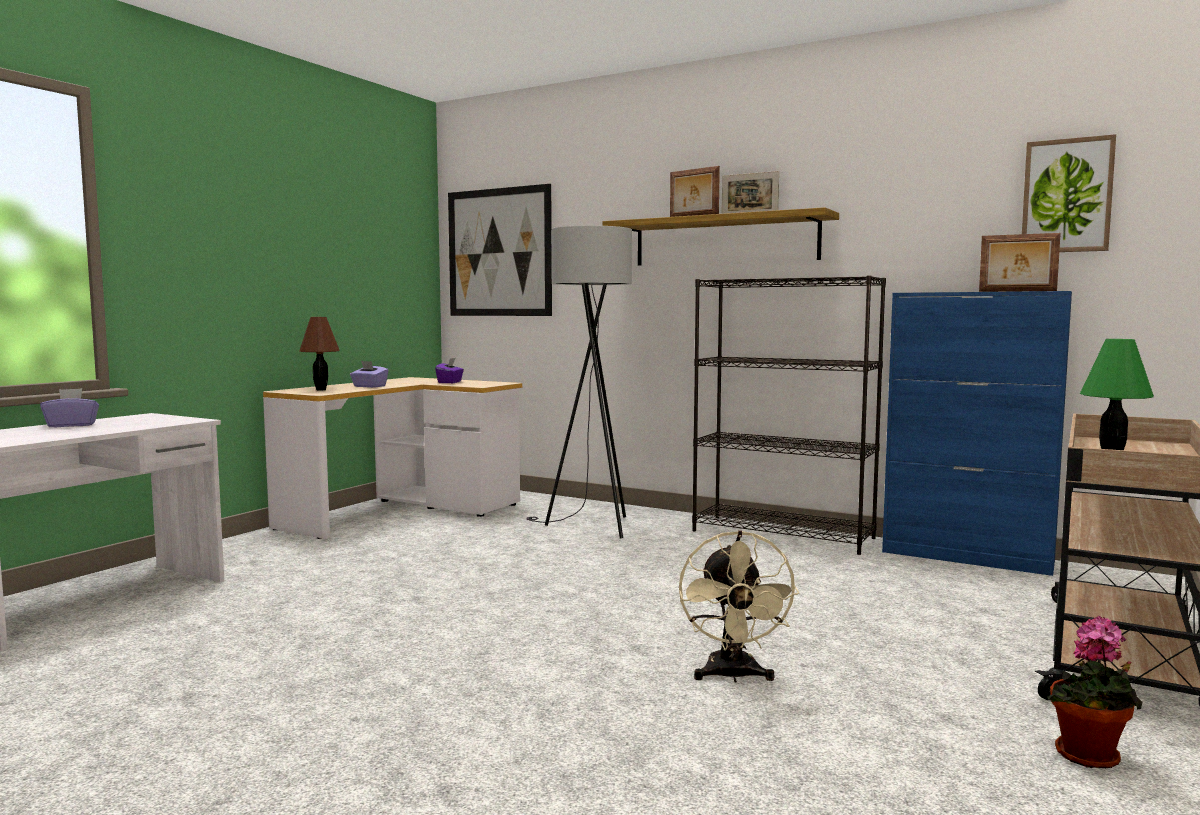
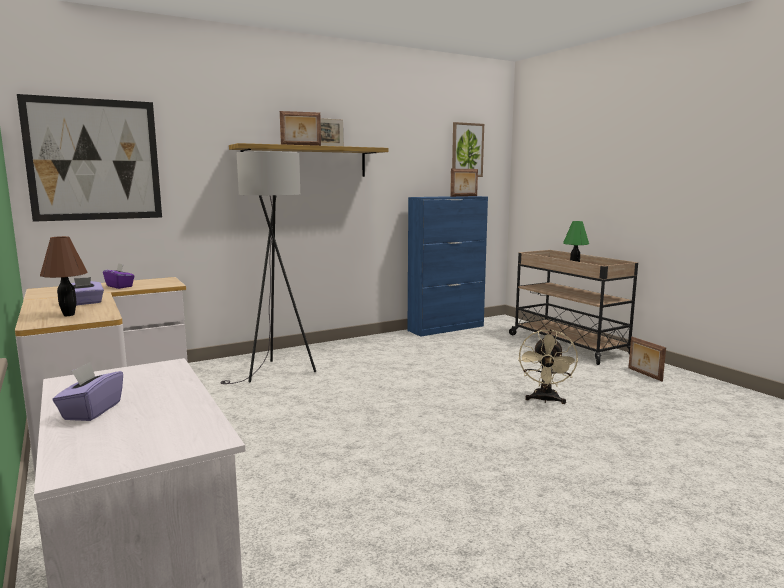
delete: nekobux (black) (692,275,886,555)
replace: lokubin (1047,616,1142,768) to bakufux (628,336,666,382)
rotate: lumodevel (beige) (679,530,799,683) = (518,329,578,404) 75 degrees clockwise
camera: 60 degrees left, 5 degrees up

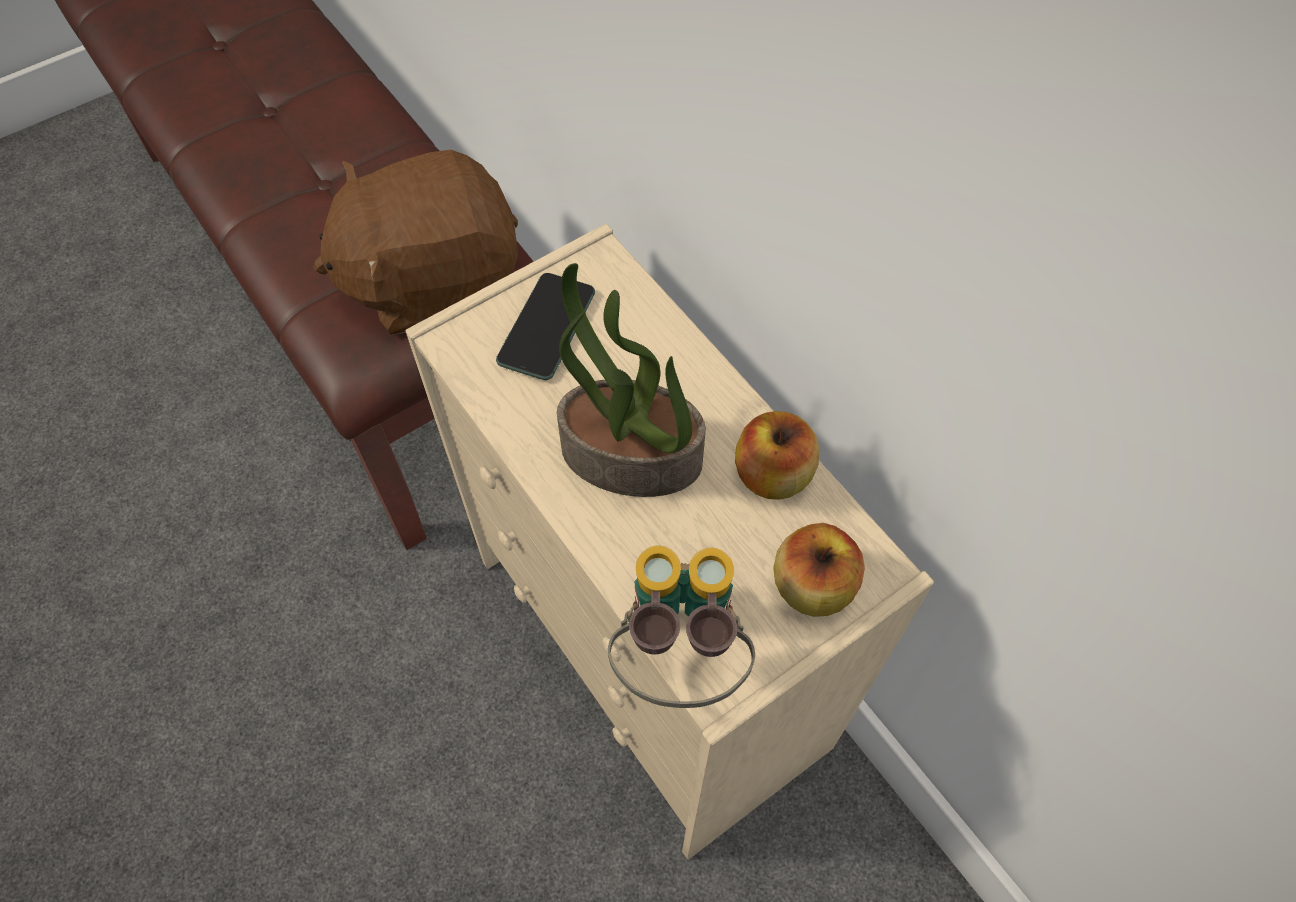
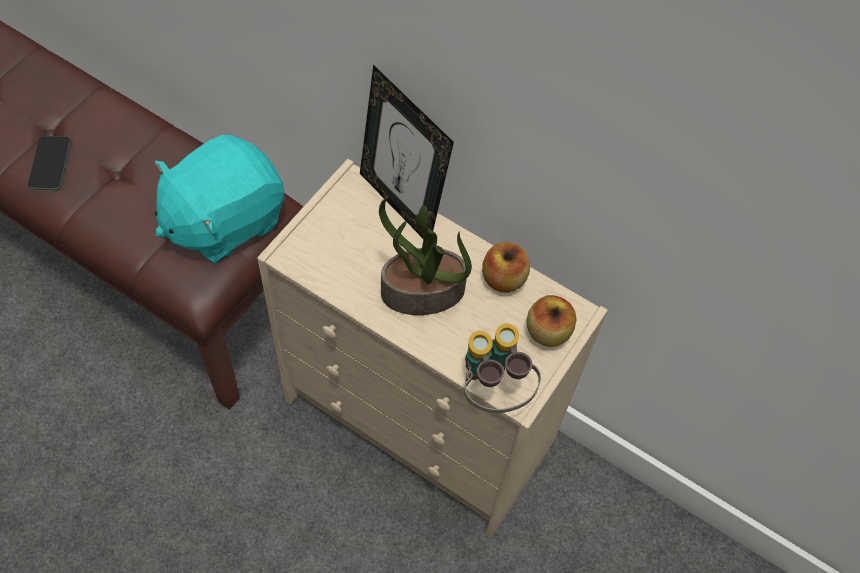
insert: bakufux (360,65,454,239)
move: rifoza (496,273,595,380) to (27,136,71,190)
recolor: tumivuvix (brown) (313,150,518,335) to tumivuvix (turquoise) (154,135,285,264)
camera: 25 degrees left, 0 degrees up

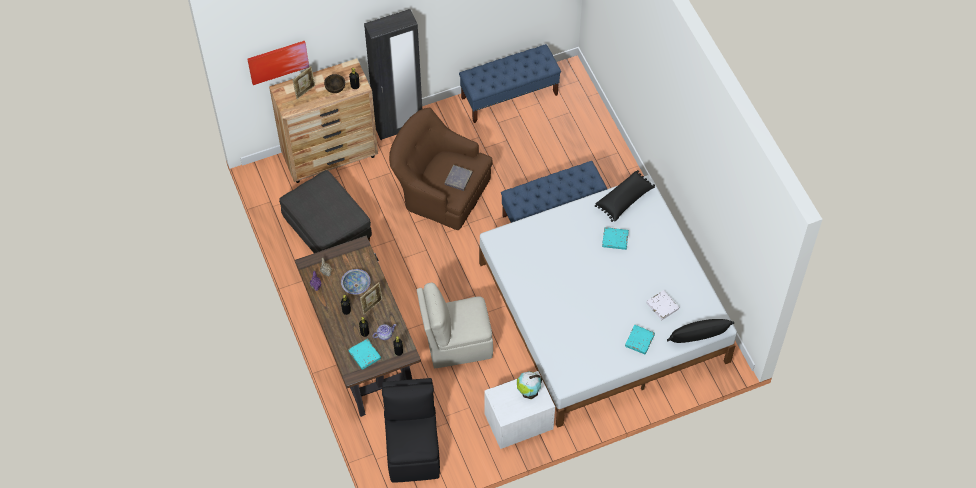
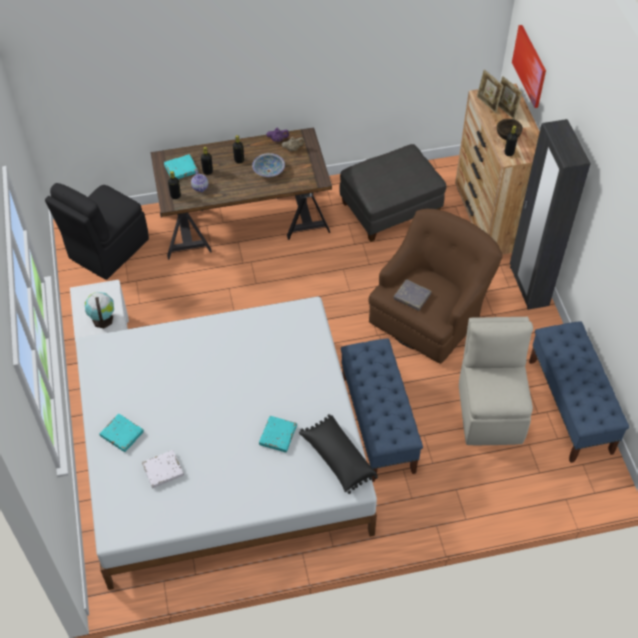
delete: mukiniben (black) (667,319,734,343)
move: bakufux (360,282,382,315) to (477,69,503,113); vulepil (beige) (417,282,493,368) to (459,317,533,445)
rotate: vulepil (black) (382,378,440,483) = (45,183,149,280) 120 degrees clockwise
camera: 100 degrees right, 5 degrees down

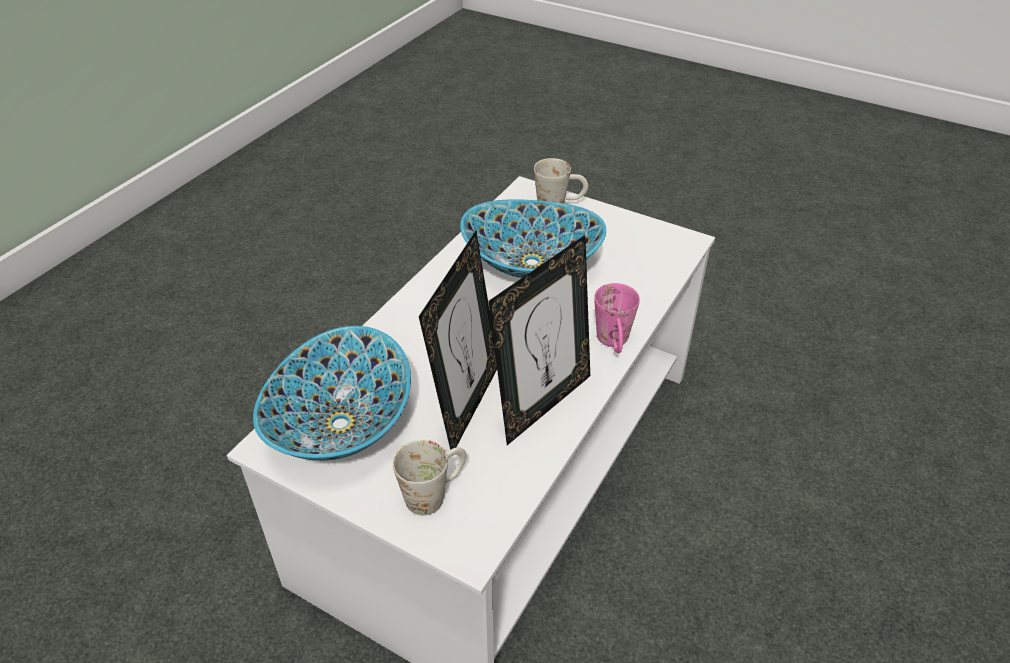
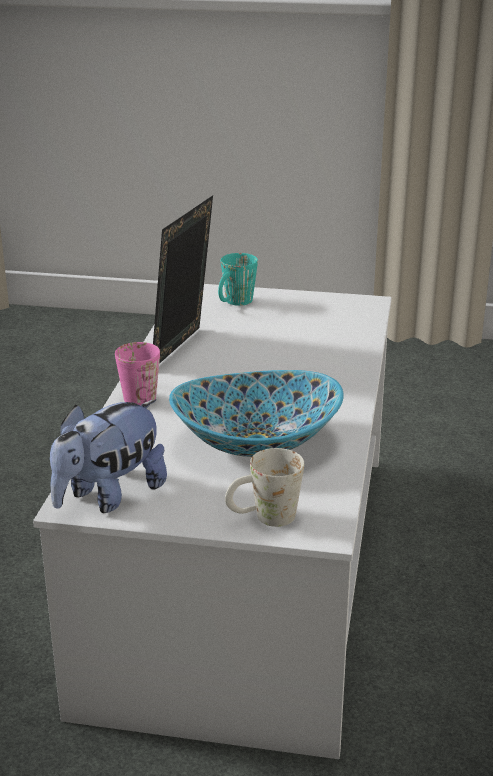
delete: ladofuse (253,326,411,461); bakufux (419,231,497,450)
insert: tumivuvix (50,399,167,513)
recolor: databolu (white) (393,440,467,515) to databolu (turquoise) (218,253,258,306)
camera: 160 degrees right, 15 degrees down

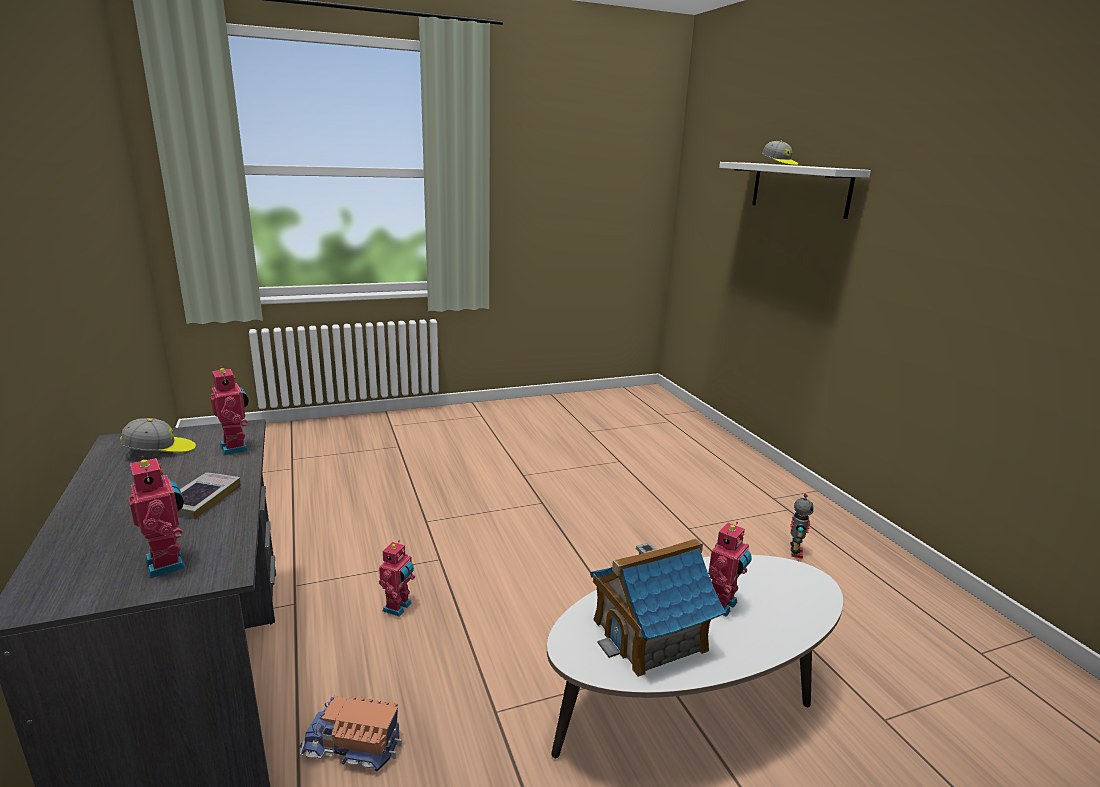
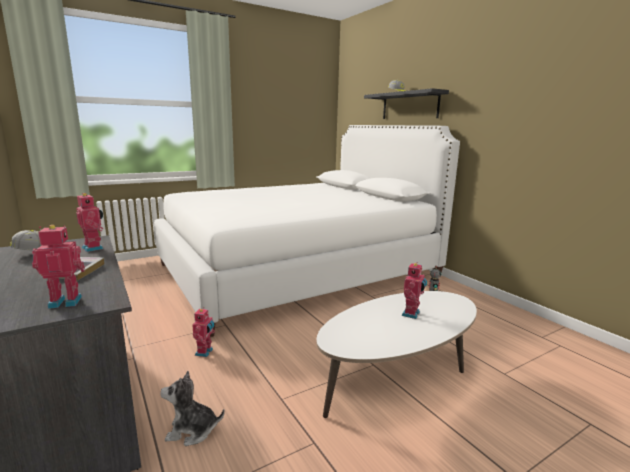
delete: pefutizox (590,538,726,677)
insert: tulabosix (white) (154,125,460,337)
replace: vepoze (300,696,402,772) to tumivuvix (160,371,225,446)
recolor: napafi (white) (719,162,871,219) to napafi (black) (364,88,449,119)
rotate: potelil (129,456,186,579) = (32,225,85,309) 60 degrees counterclockwise
camera: 10 degrees left, 5 degrees down

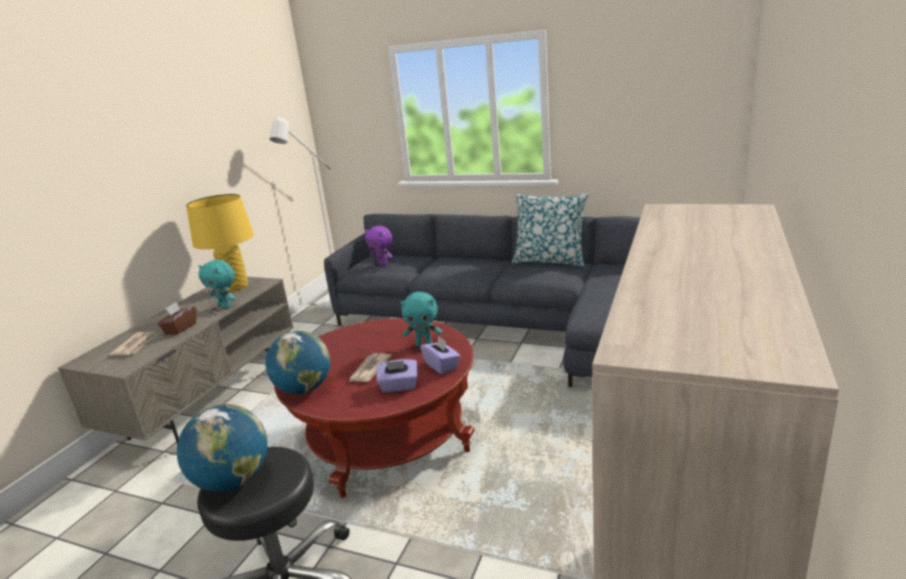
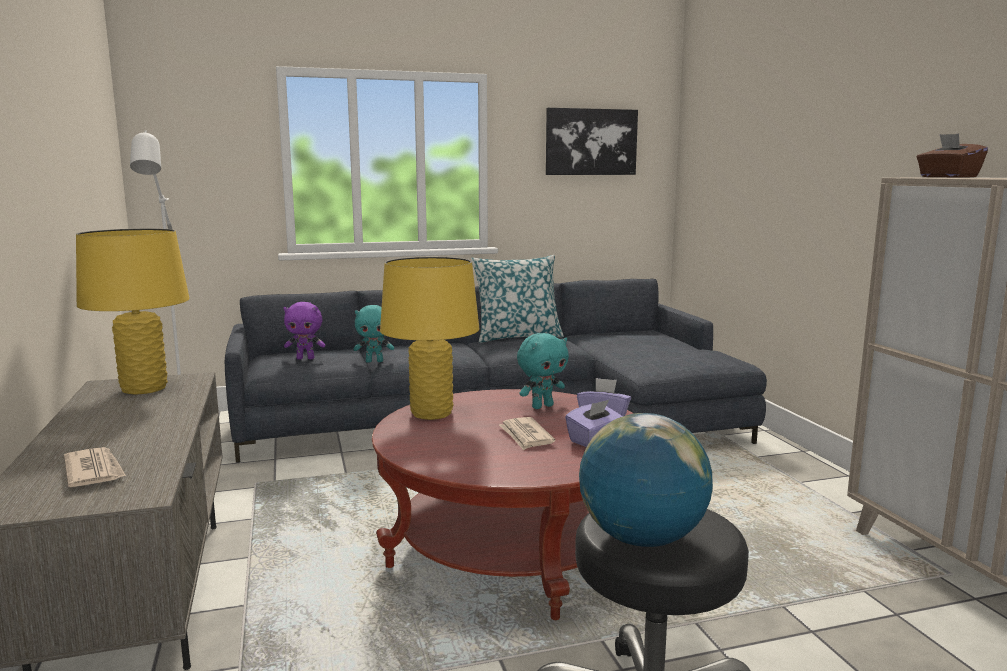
delete: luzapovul (265,331,330,394)
insert: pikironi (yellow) (380,257,479,420); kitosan (546,108,638,175)
move: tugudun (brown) (158,302,196,335) to (917,133,988,178); tumivuvix (turquoise) (198,260,235,308) to (354,305,394,363)
camera: 40 degrees left, 10 degrees down

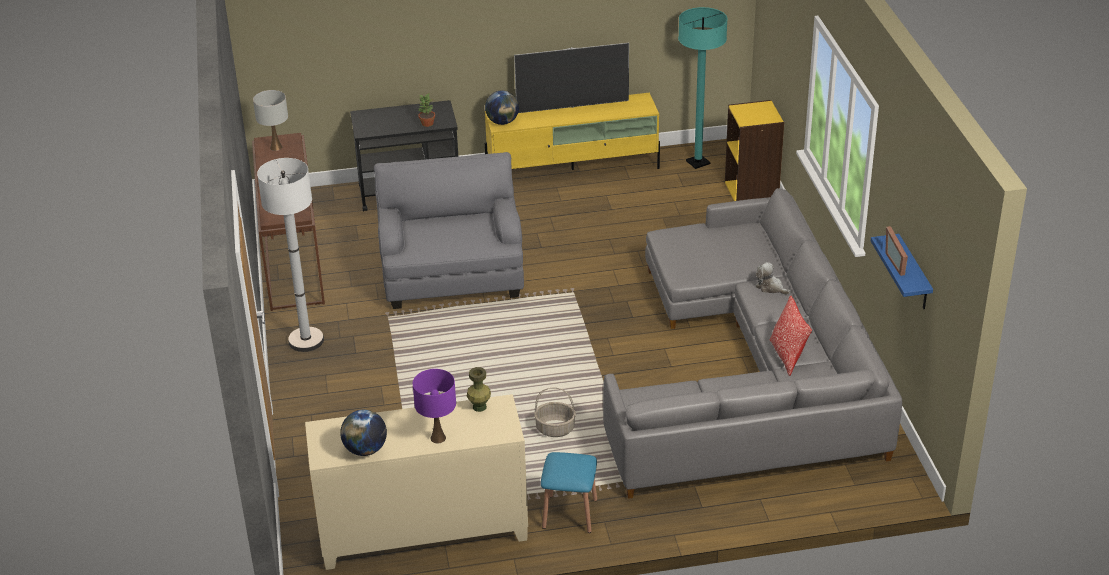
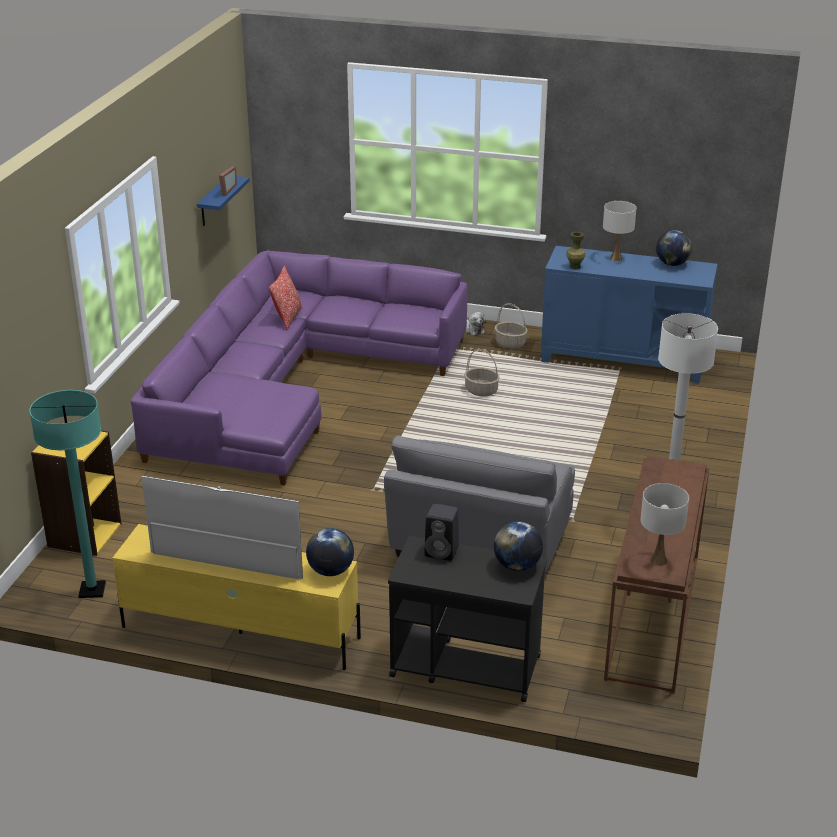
insert: luzapovul (494,521,543,571)
move: tumivuvix (756,262,790,295) to (466,312,486,335)
replace: lokubin (419,93,435,127) to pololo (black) (424,504,459,561); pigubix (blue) (541,452,597,533) to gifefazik (495,303,528,349)
recolor: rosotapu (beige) (305,394,528,570) to rosotapu (blue) (541,246,718,383); pikironi (purple) (413,369,456,443) to pikironi (white) (603,201,636,261); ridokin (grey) (603,188,902,499) to ridokin (purple) (131,250,467,485)
camera: 155 degrees left, 5 degrees down

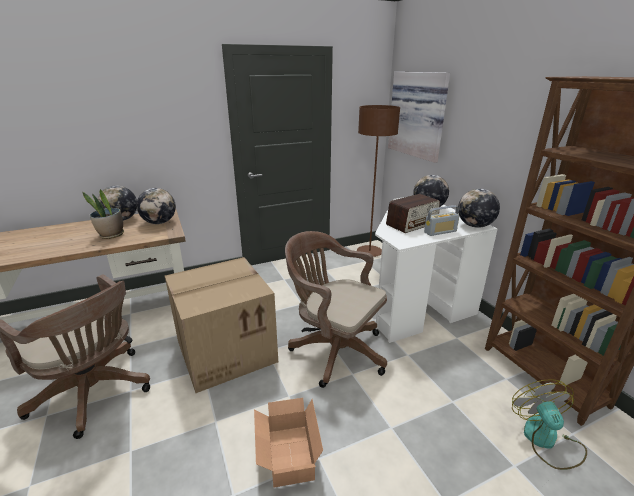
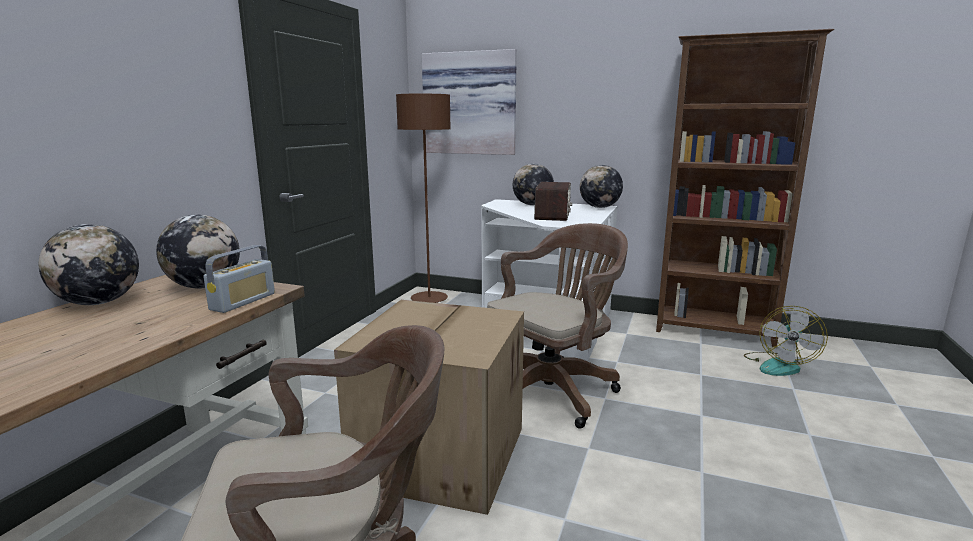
delete: lokubin (82,189,124,239); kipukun (254,398,323,487)
move: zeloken (424,205,459,236) to (203,245,275,313)
rotate: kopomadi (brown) (285,231,387,388) = (487,223,628,429) 150 degrees clockwise; lumodevel (512,379,587,470) = (744,306,828,376) 105 degrees counterclockwise
camera: 45 degrees left, 10 degrees down

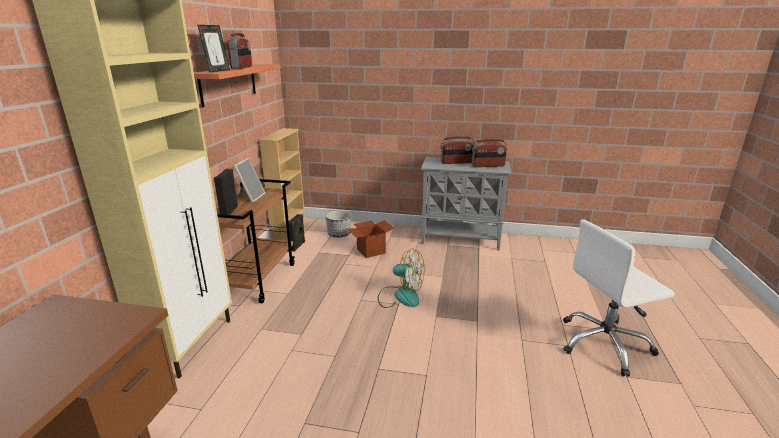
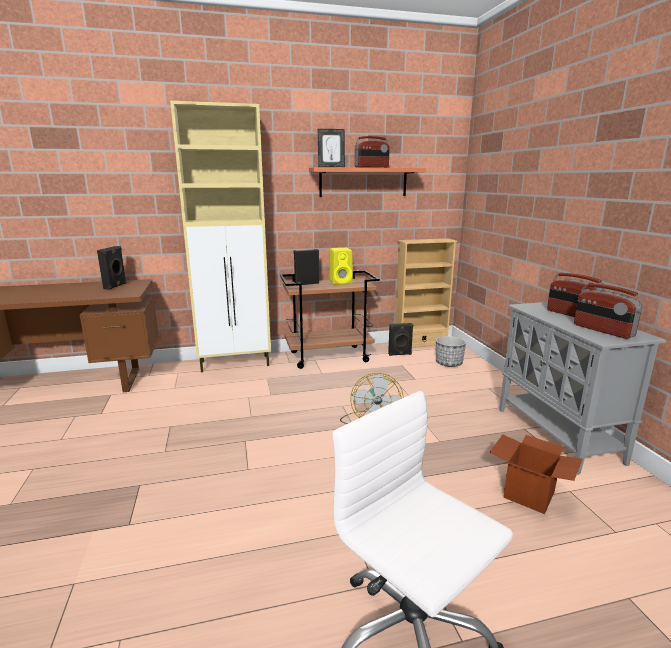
insert: pololo (black) (97,246,127,290)
move: kipukun (347,220,394,258) to (490,435,583,514)
replace: bakufux (234,158,265,203) to pololo (yellow) (329,248,353,285)
camera: 65 degrees right, 5 degrees down

